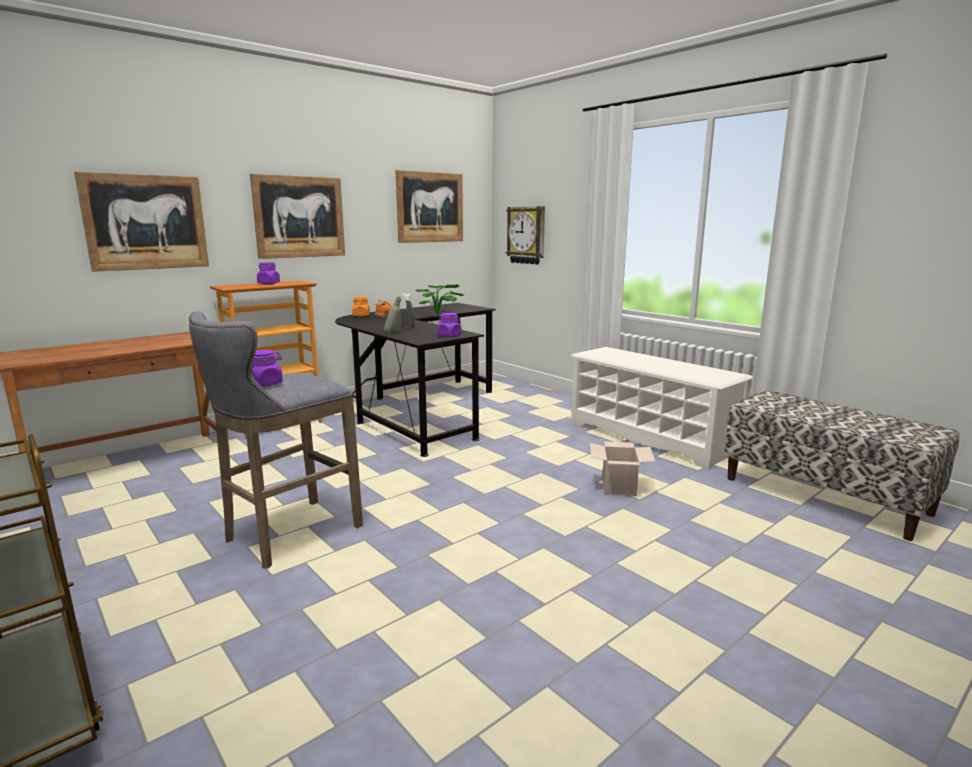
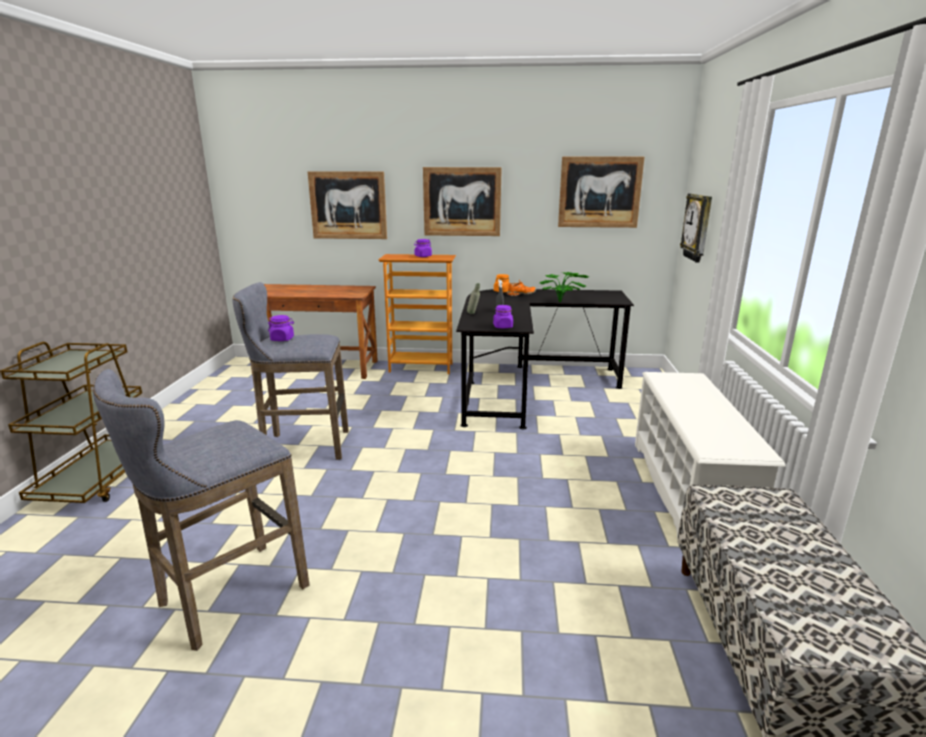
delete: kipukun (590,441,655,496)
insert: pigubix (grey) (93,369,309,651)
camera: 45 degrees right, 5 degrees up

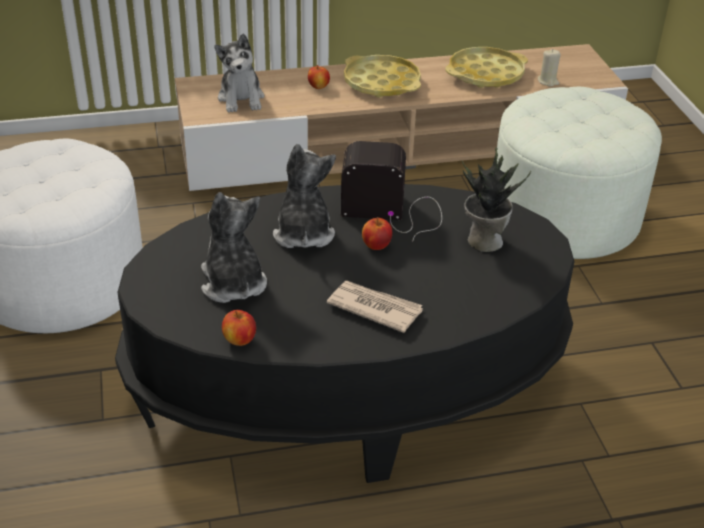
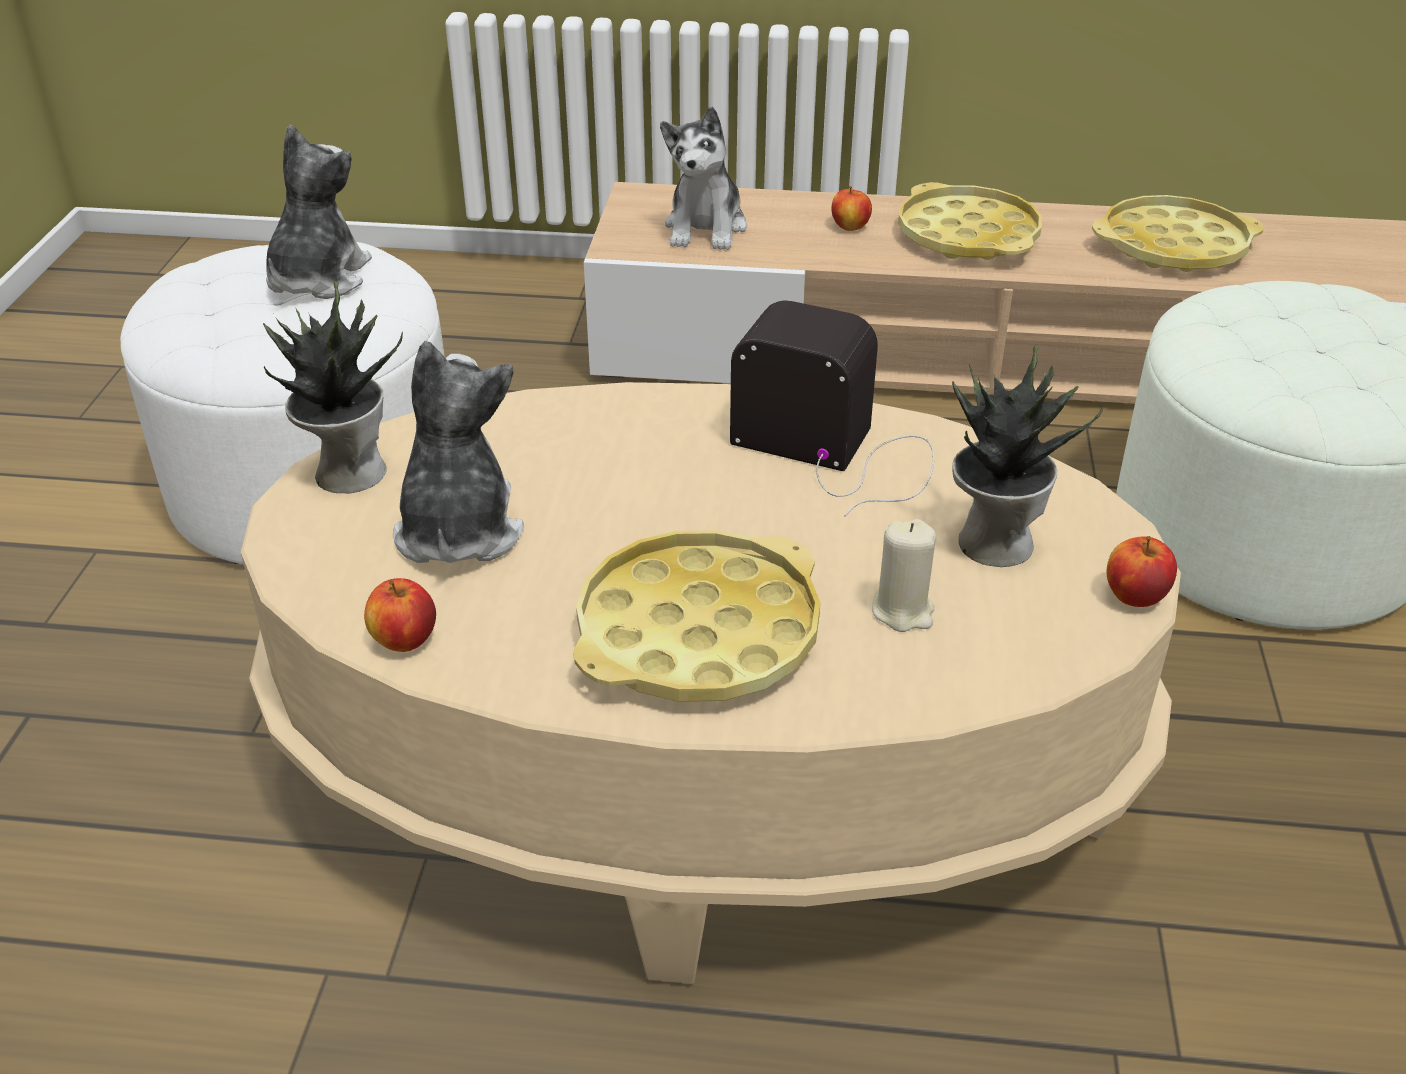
insert: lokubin (263,281,403,493)
move: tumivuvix (273,144,336,248) to (266,125,372,299); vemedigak (362,217,392,250) to (1106,536,1177,607); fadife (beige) (538,49,561,87) to (872,519,936,632)
replace: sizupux (327,281,423,333) to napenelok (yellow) (573,530,820,702)
recolor: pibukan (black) (115,184,574,483) to pibukan (beige) (241,382,1181,984)
camera: 20 degrees right, 0 degrees up

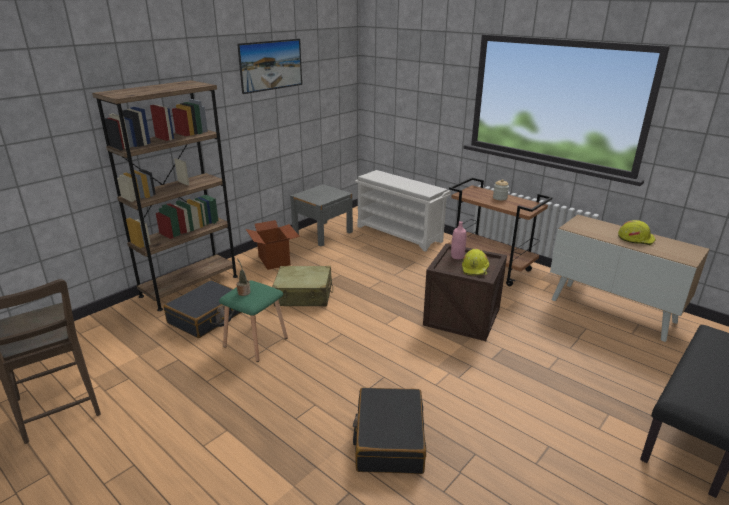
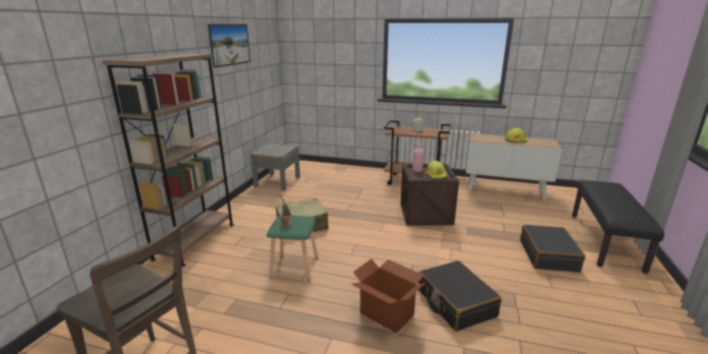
delete: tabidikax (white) (355,170,451,252)
move: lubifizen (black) (163,280,241,338) to (520,225,585,273); kipukun (246,220,300,270) to (352,259,425,333)
camera: 25 degrees left, 5 degrees down

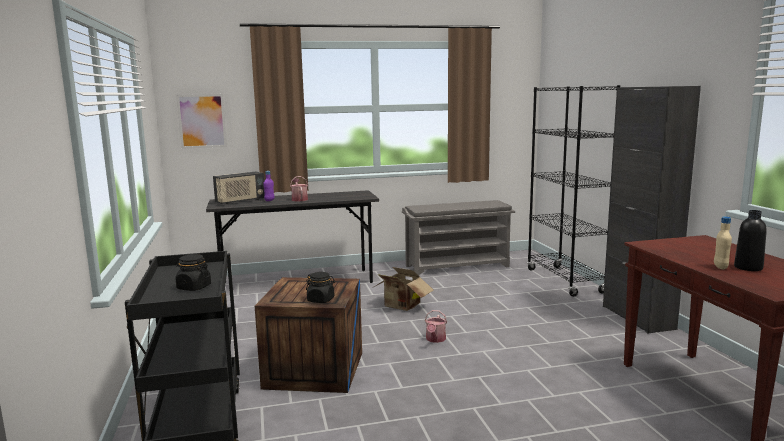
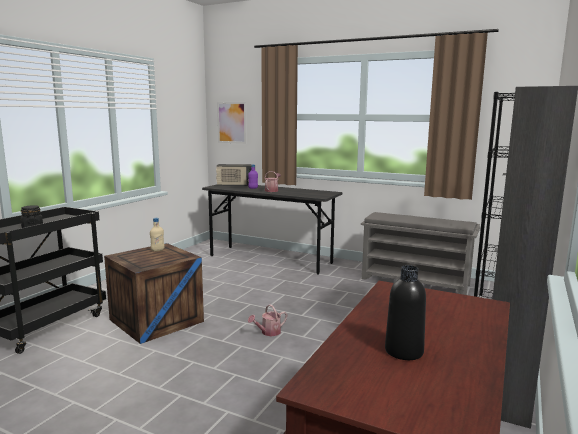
delete: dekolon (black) (306,272,335,303); kipukun (374,267,434,311)
move: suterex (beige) (714,217,732,269) to (150,218,164,252)
camera: 40 degrees right, 0 degrees up

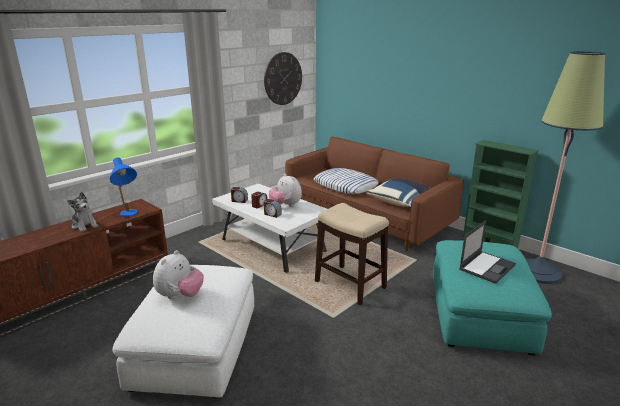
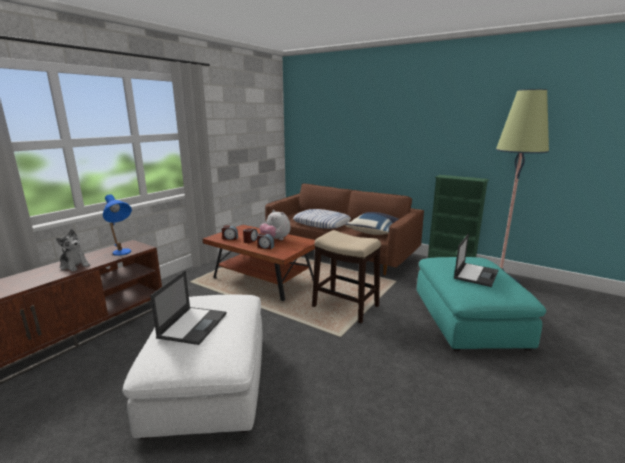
delete: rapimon (264,52,302,105)
replace: tumivuvix (153,250,204,299) to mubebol (150,270,226,345)
recolor: pibukan (white) (212,183,327,273) to pibukan (brown) (203,225,315,301)
camera: 10 degrees left, 5 degrees down

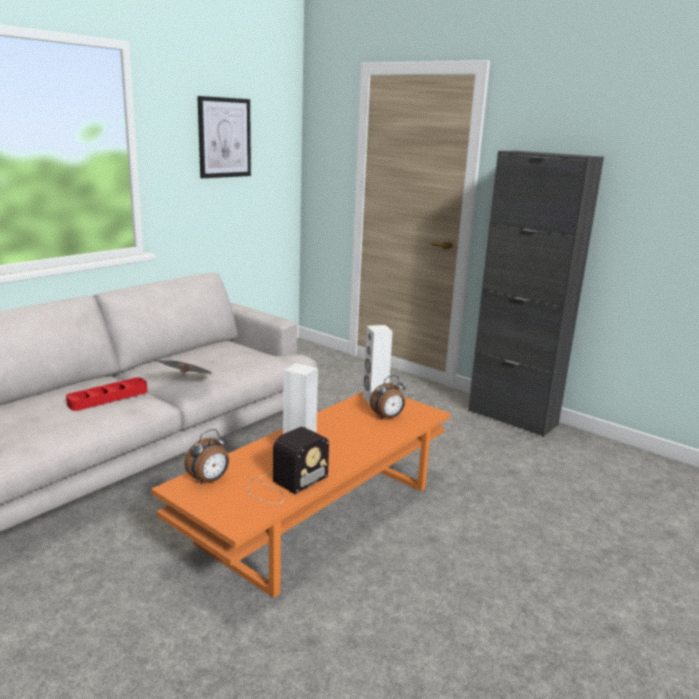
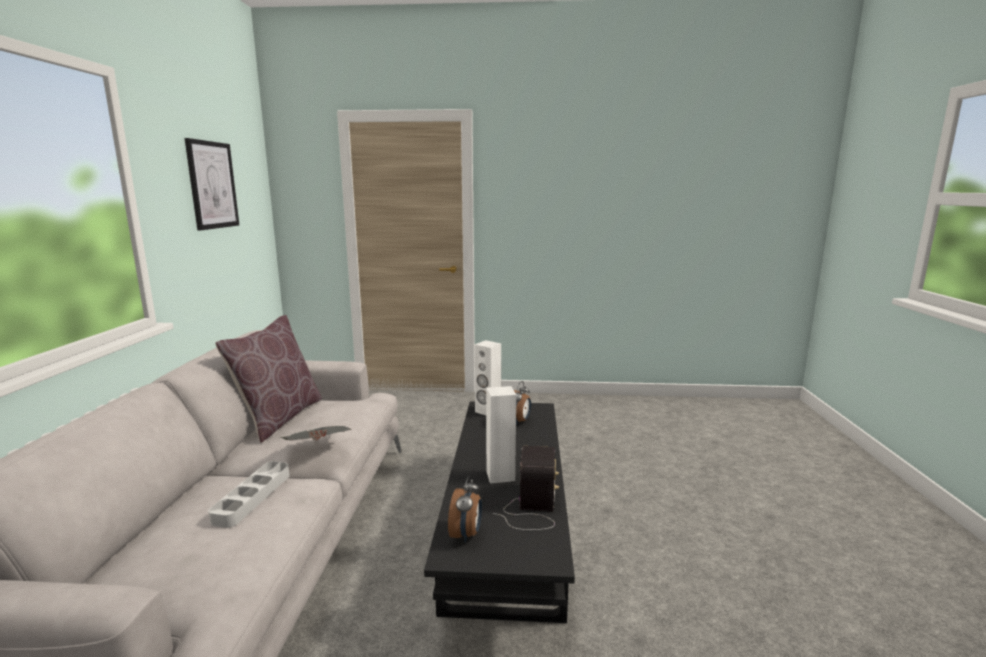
delete: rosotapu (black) (468,151,604,437)
insert: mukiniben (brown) (215,315,322,443)
recolor: napenelok (red) (66,377,147,411) to napenelok (grey) (208,461,289,528); pibukan (orange) (151,392,451,598) to pibukan (black) (424,401,575,623)
camera: 35 degrees left, 5 degrees down

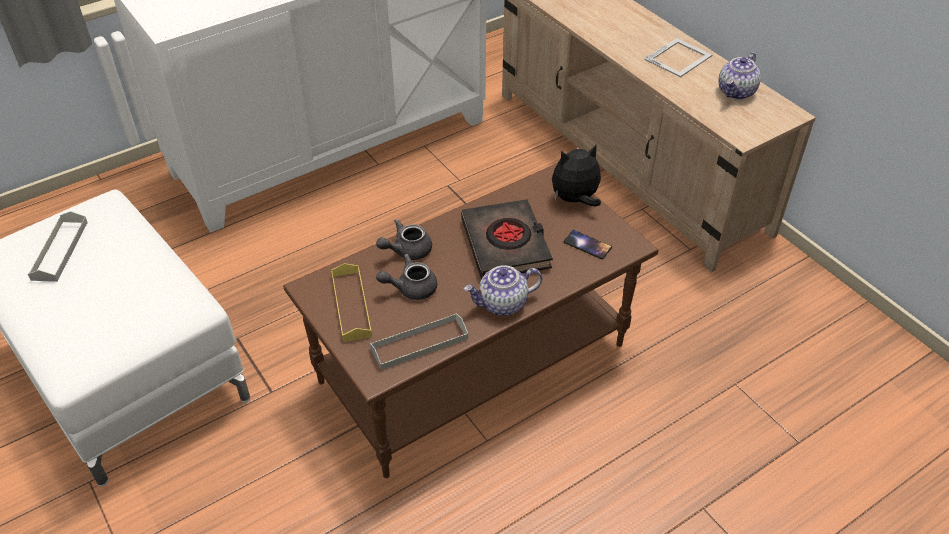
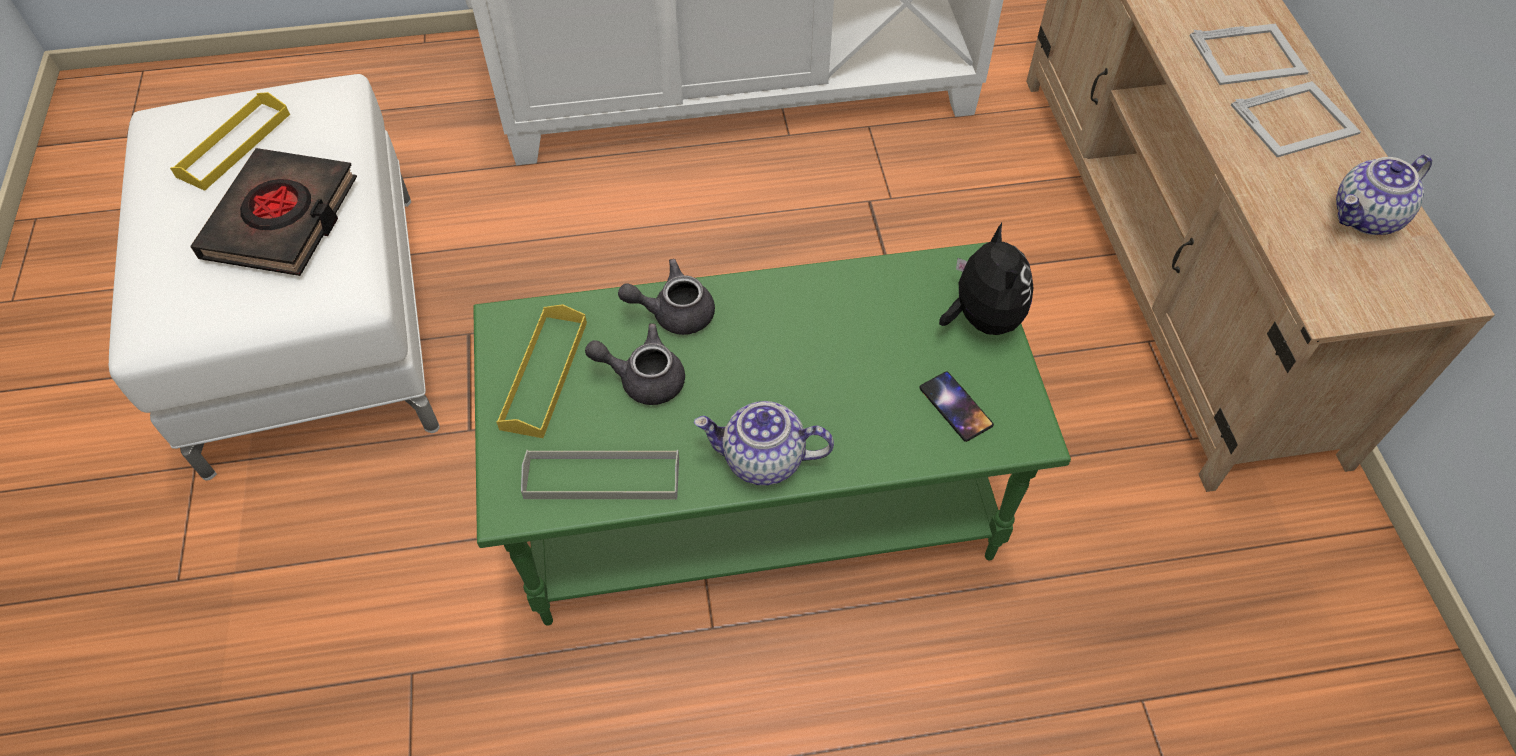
insert: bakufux (1190,24,1308,85)
move: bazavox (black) (461,199,553,279) to (191,148,357,276)
recolor: napenelok (grey) (28,211,88,282) to napenelok (yellow) (170,92,290,191); pibukan (brown) (283,163,659,478) to pibukan (green) (473,242,1071,626)
rotate: tumivuvix (552,144,601,207) = (939,223,1033,335) 75 degrees clockwise
camera: 25 degrees right, 10 degrees up

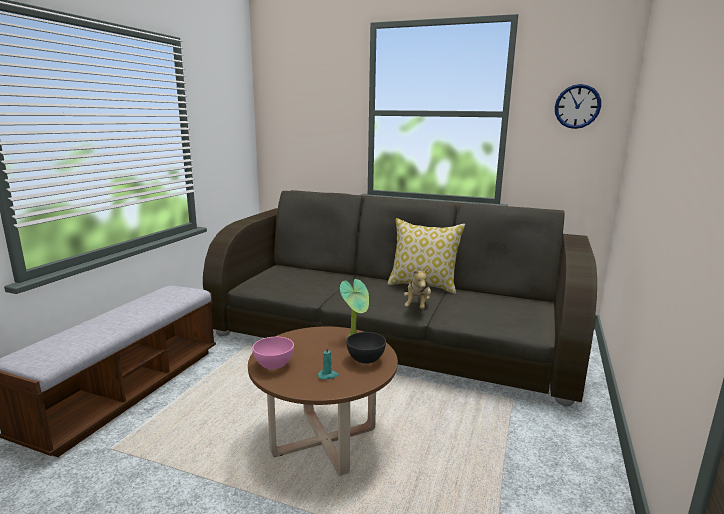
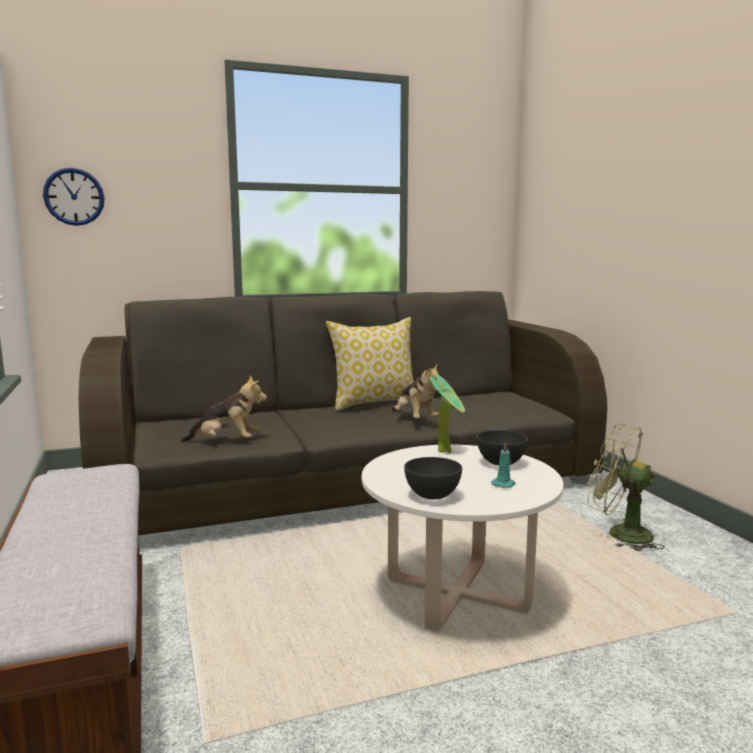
insert: tumivuvix (181,376,267,442); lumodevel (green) (588,424,664,551)
move: rapimon (555,84,601,129) to (43,168,105,226)
recolor: pibukan (brown) (248,327,398,476) to pibukan (white) (362,444,564,632); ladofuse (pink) (252,337,294,369) to ladofuse (grey) (404,457,462,499)
camera: 40 degrees left, 5 degrees down

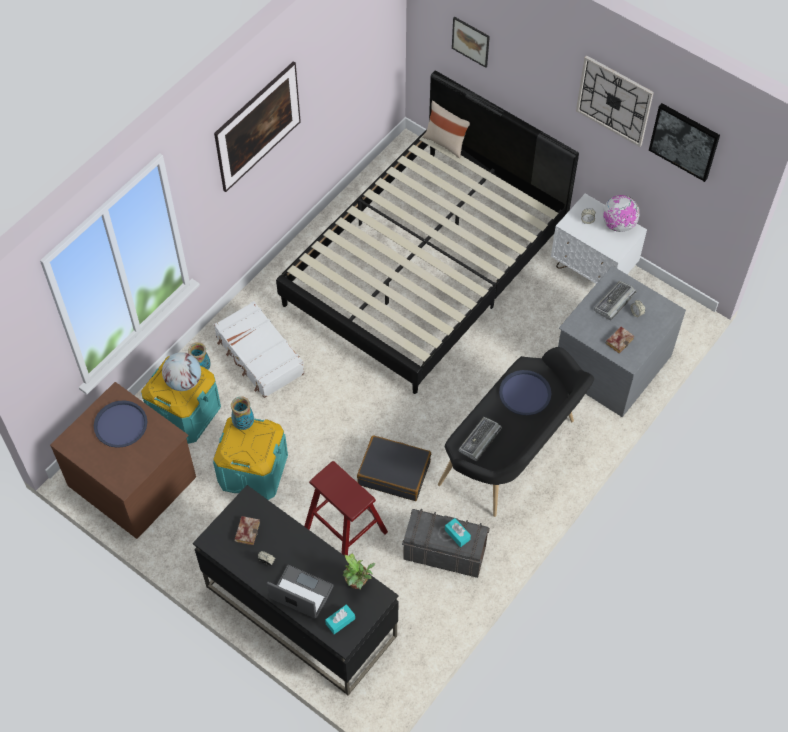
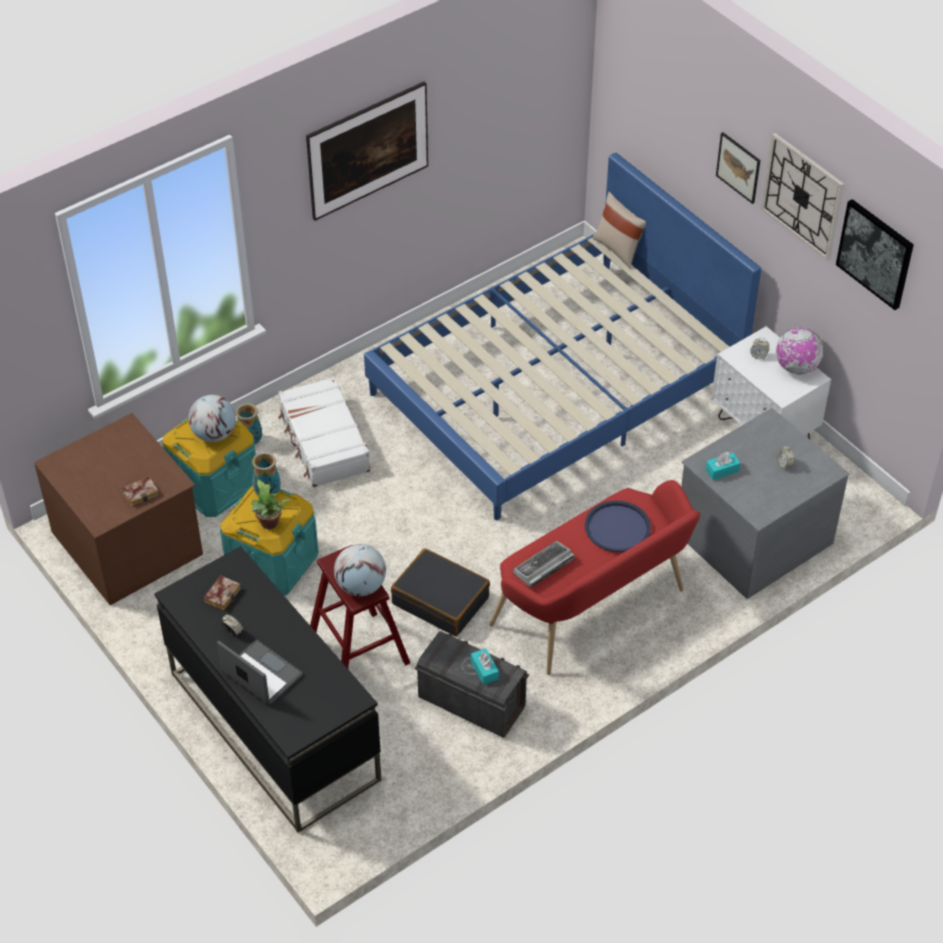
delete: napenelok (blue) (94,400,147,448); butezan (594,281,637,320)
insert: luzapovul (334,544,386,596)
move: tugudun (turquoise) (325,604,355,634) to (706,452,740,480); lokubin (343,554,375,589) to (251,480,291,529); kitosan (452,17,490,68) to (716,132,760,204); bazavox (606,327,635,353) to (121,476,159,507)
recolor: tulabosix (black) (276,71,579,394) to tulabosix (blue) (364,153,761,520); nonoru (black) (438,347,594,517) to nonoru (red) (489,480,700,675)
camera: 15 degrees right, 10 degrees down

